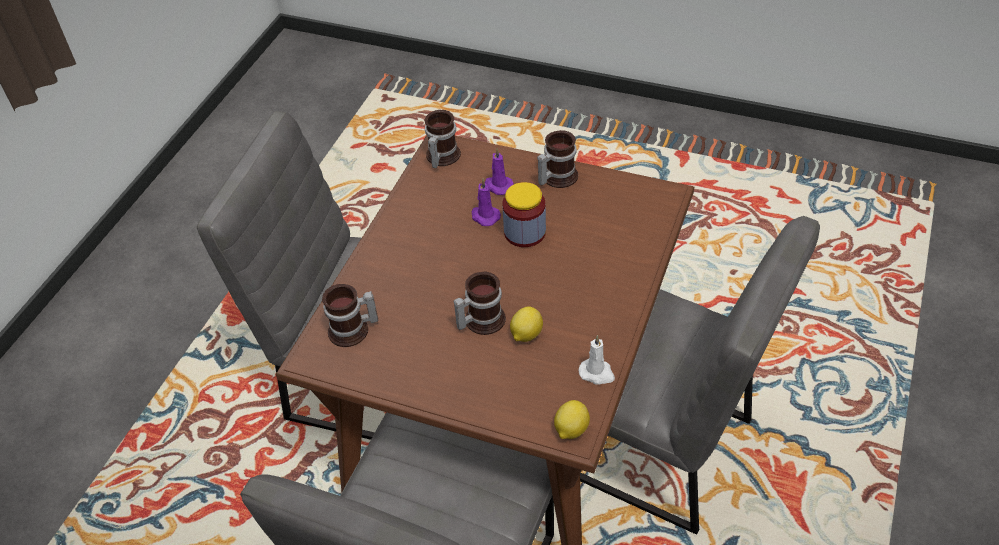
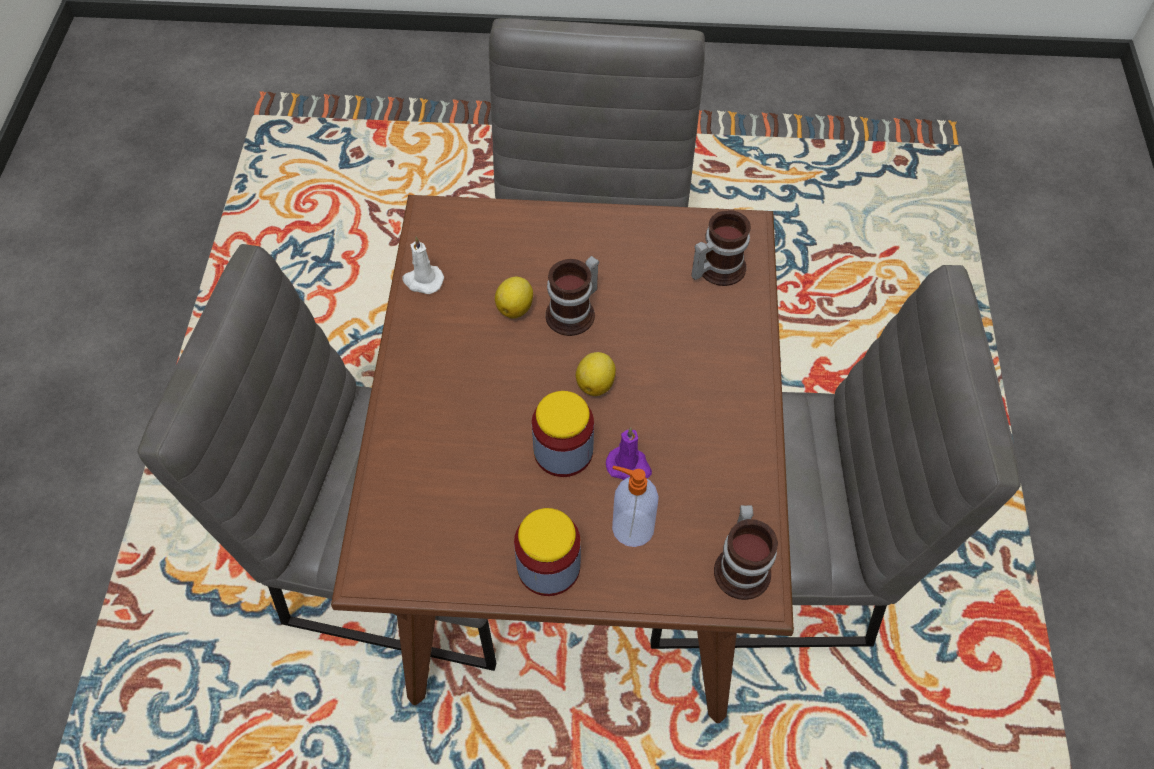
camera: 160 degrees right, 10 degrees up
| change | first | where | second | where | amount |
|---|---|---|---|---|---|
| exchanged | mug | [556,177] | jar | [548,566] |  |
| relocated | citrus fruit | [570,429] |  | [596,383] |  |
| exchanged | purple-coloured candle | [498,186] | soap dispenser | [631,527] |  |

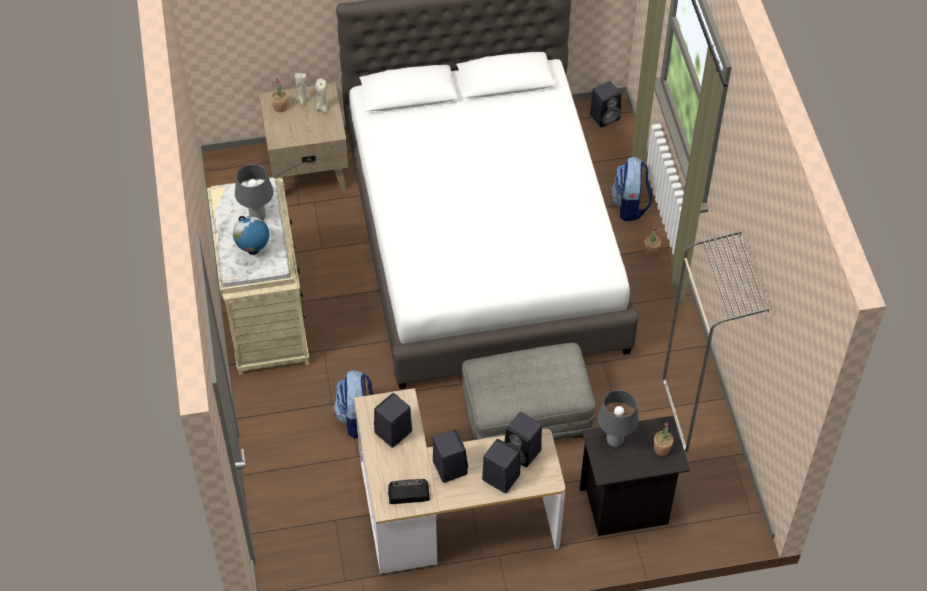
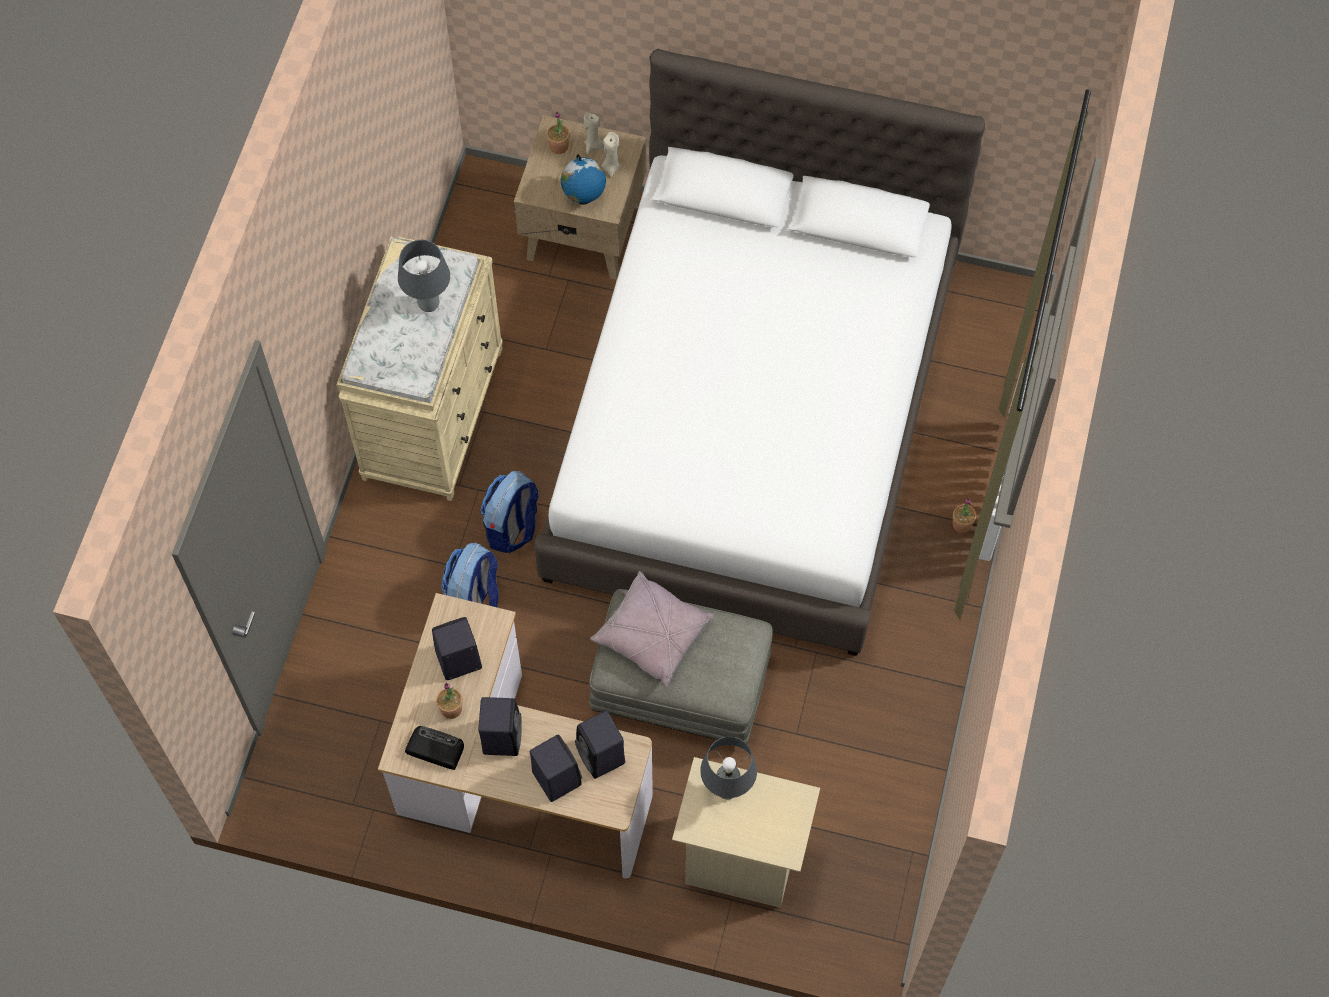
camera: 25 degrees right, 10 degrees up
| change | first | where | second | where | amount |
|---|---|---|---|---|---|
| relocated | potted plant | [661,449] |  | [451,709] |  |
| relocated | backpack | [630,206] |  | [512,528] |  |
| relocated | desk globe | [253,250] |  | [584,199] |  |
| appeared |  |  | purple-coloured cushion | [652,635] |  |
| colour | black-coloured bedside table | [626,506] | beige bedside table | [740,861] |  |
| missing | black-coloured speaker | [605,116] |  |  |  |
| missing | grey clothes rack | [698,413] |  |  |  |

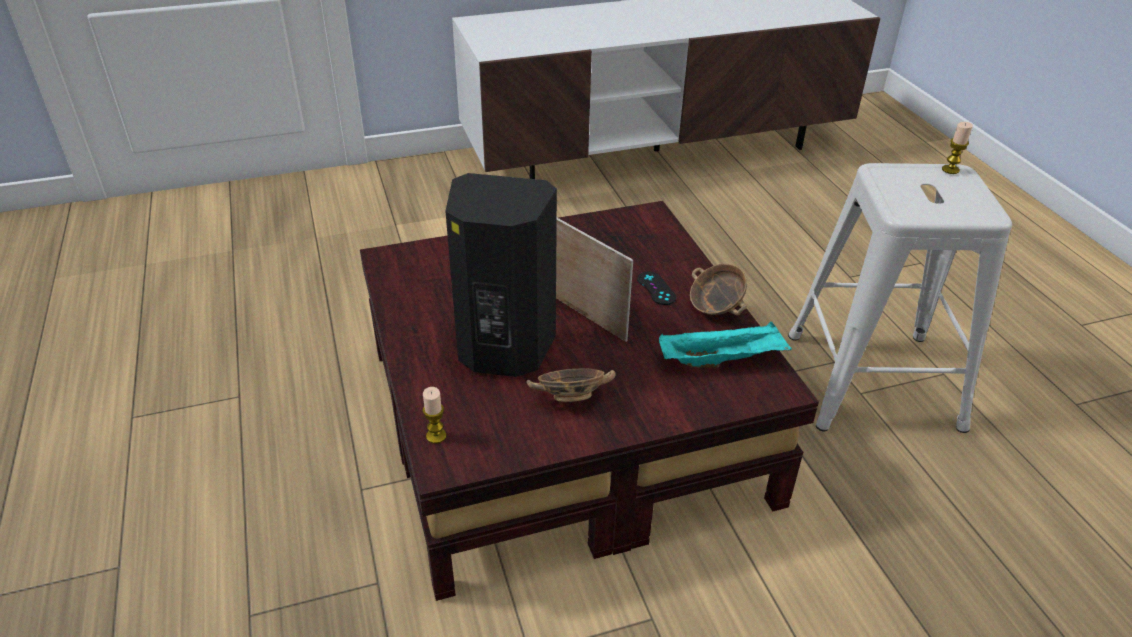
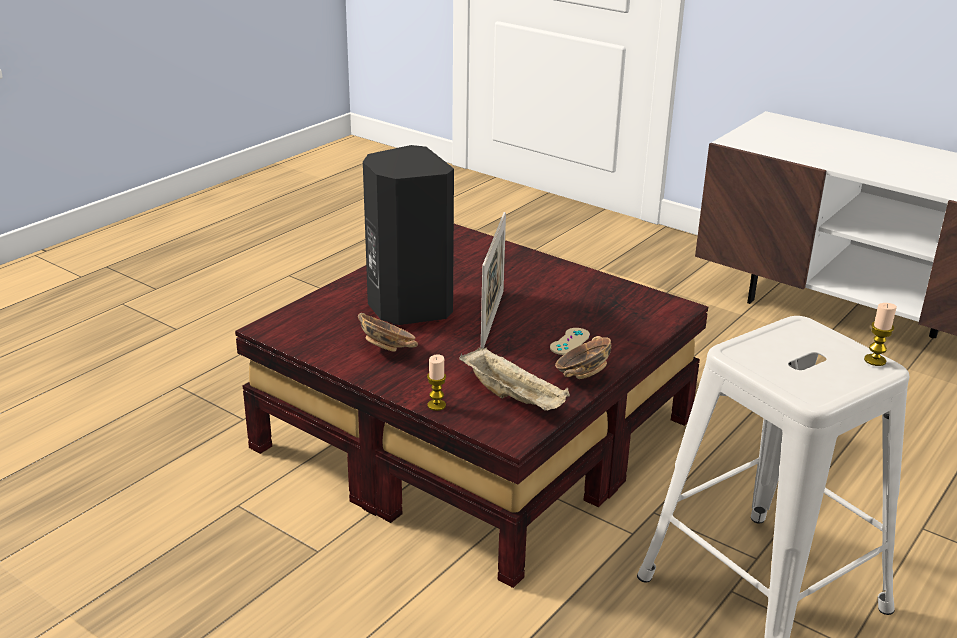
camera: 55 degrees right, 10 degrees down
| change | first | where | second | where | amount |
|---|---|---|---|---|---|
| relocated | candle | [436,436] |  | [436,405] |  |
| colour | turquoise-coloured carrying tray | [722,359] | beige carrying tray | [514,398] |  |
| colour | black-coloured gamepad | [656,288] | beige gamepad | [570,341] |  |

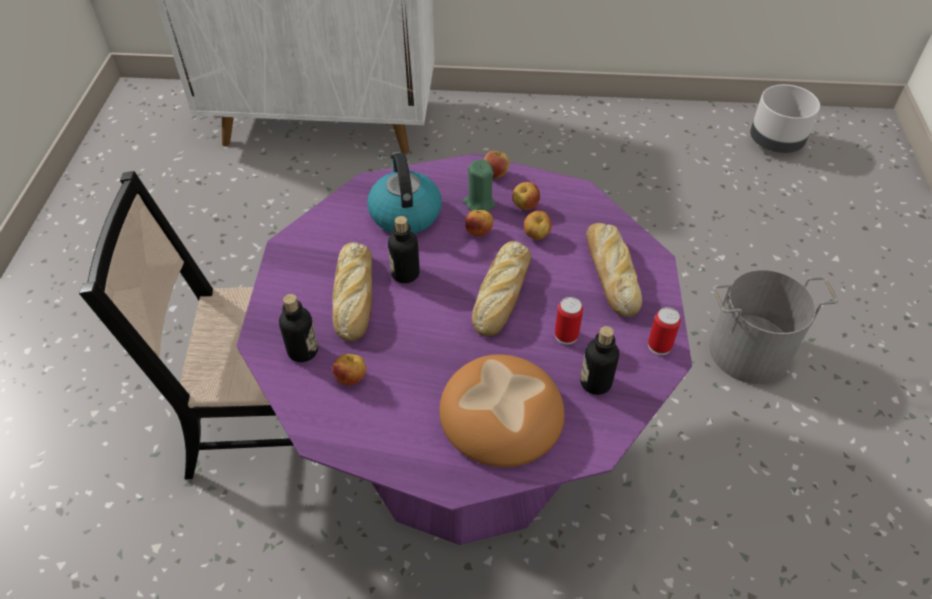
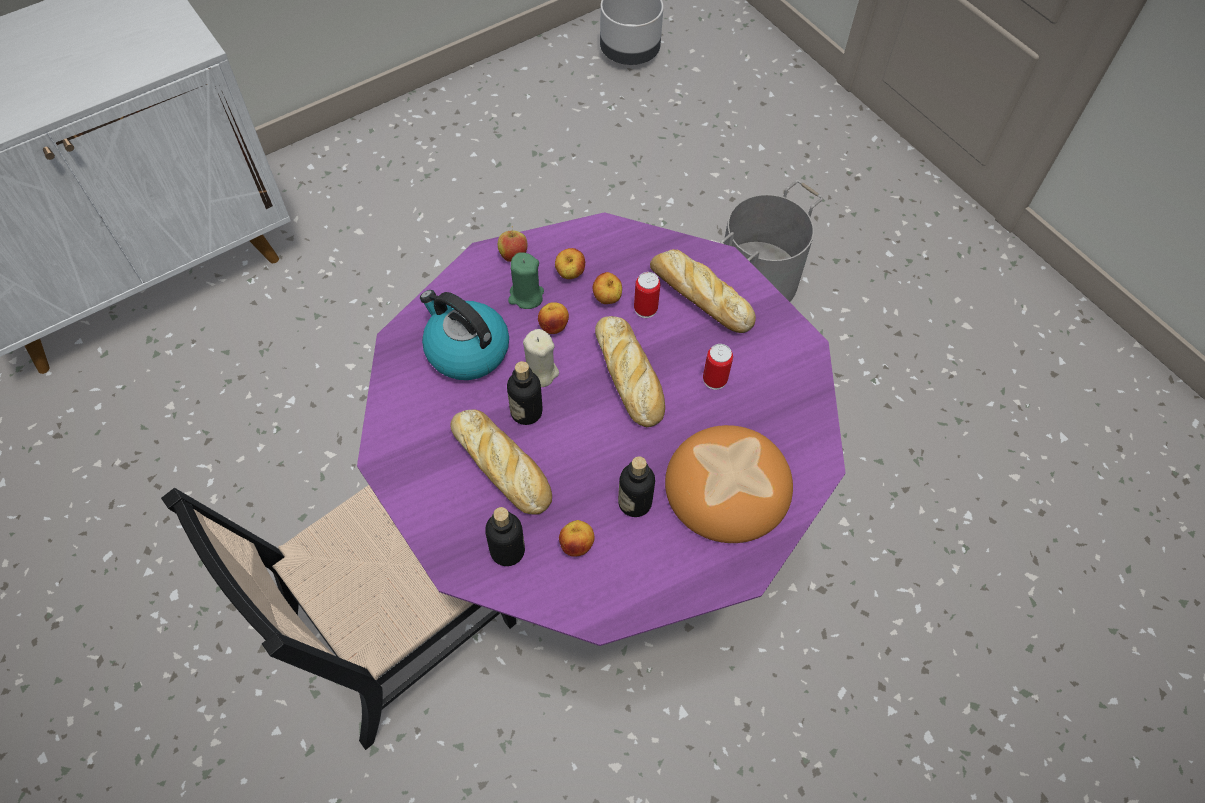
camera: 40 degrees left, 10 degrees up
| change | first | where | second | where | amount |
|---|---|---|---|---|---|
| appeared |  |  | beige candle | [539,372] |  |
| relocated | bottle | [595,382] |  | [635,502] |  |
| relocated | metal can | [659,345] |  | [645,309] |  |

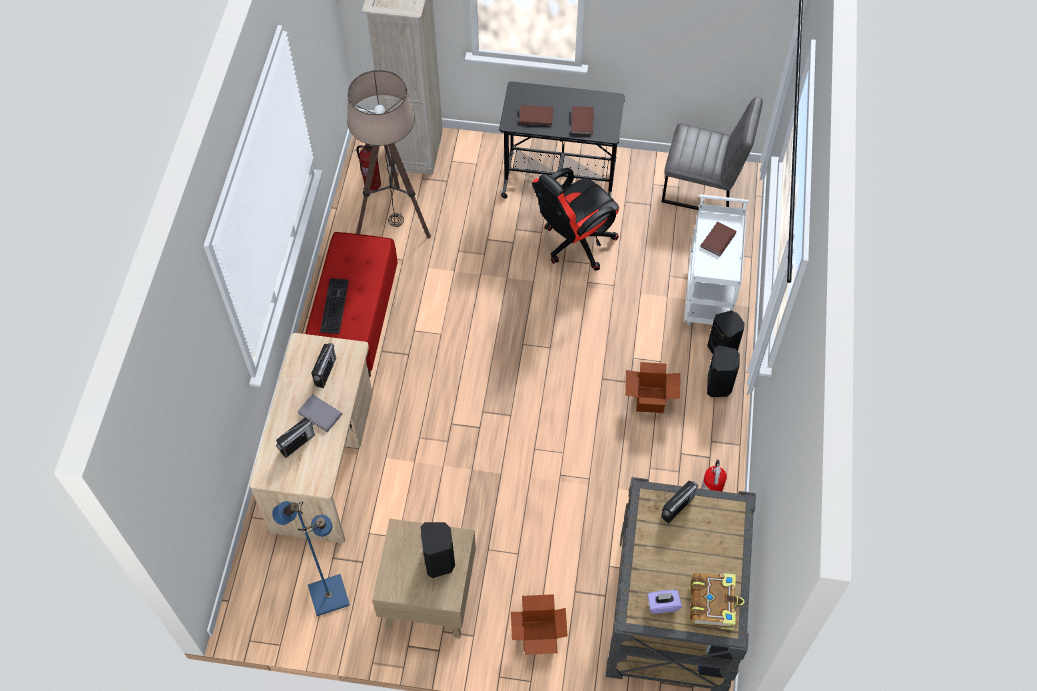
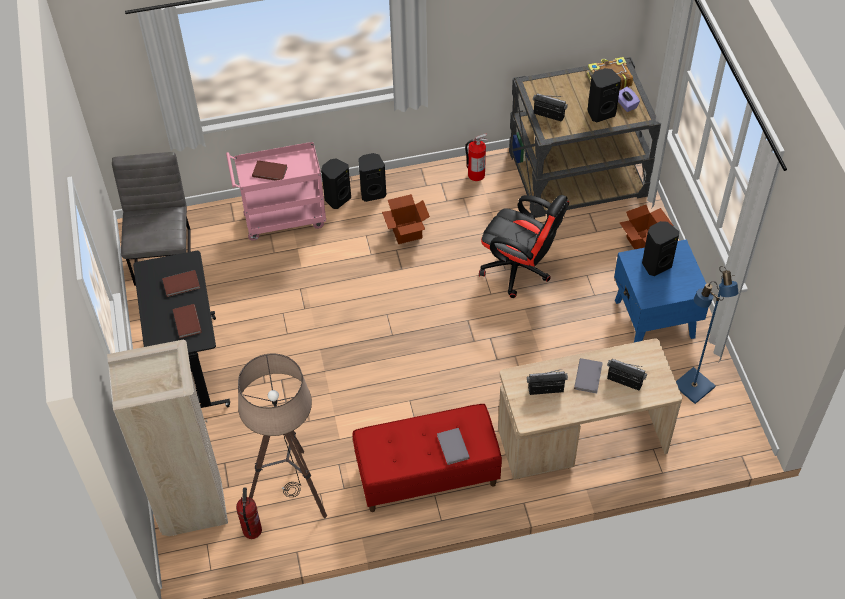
camera: 110 degrees left, 5 degrees down
| change | first | where | second | where | amount |
|---|---|---|---|---|---|
| colour | white-coloured cart | [707,294] | pink cart | [282,222] |  |
| exchanged | keyboard | [333,305] | grey book | [452,447] |  |
| relocated | black-coloured computer chair | [573,245] |  | [520,271] |  |
| appeared |  |  | black-coloured speaker | [600,112] |  |
| colour | beige bedside table | [428,596] | bluish bedside table | [654,319] |  |

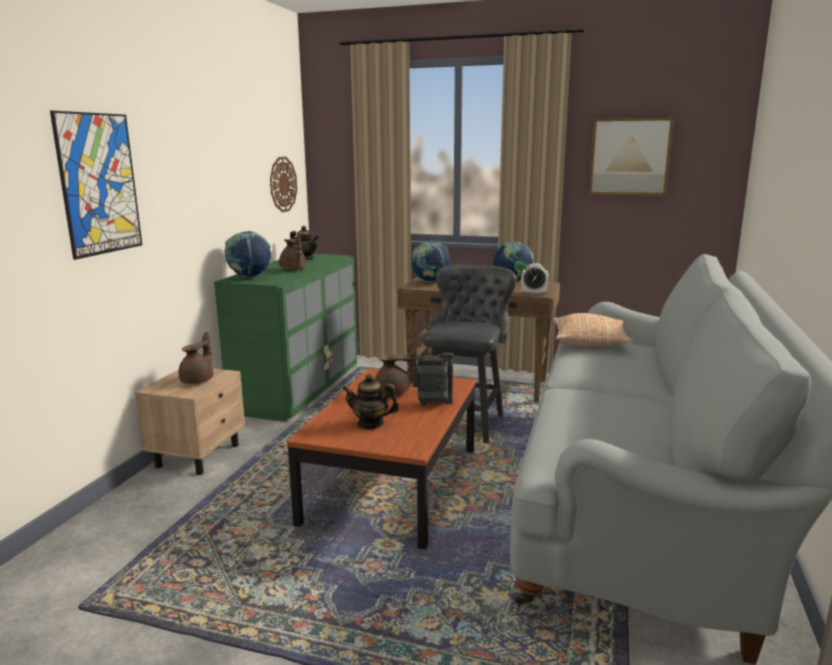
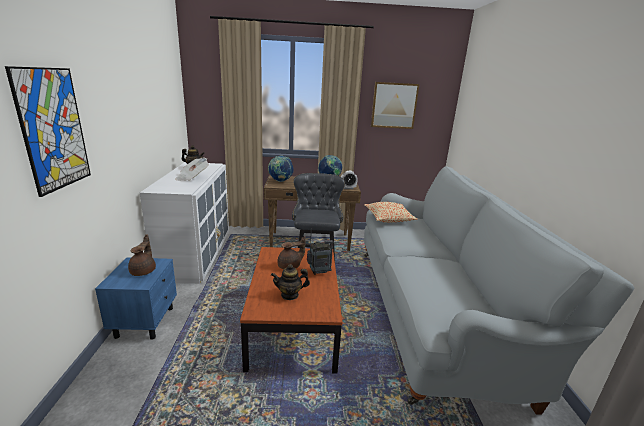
camera: 20 degrees left, 5 degrees up
| change | first | where | second | where | amount |
|---|---|---|---|---|---|
| colour | beige bedside table | [199,455] | bluish bedside table | [145,321] |  |
| colour | green-coloured cupboard | [299,387] | white-coloured cupboard | [197,254] |  |
| exchanged | brownish teapot | [293,269] | newspaper | [192,178] |  |
| missing | desk globe | [249,277] |  |  |  |
| missing | hanging clock | [283,184] |  |  |  |

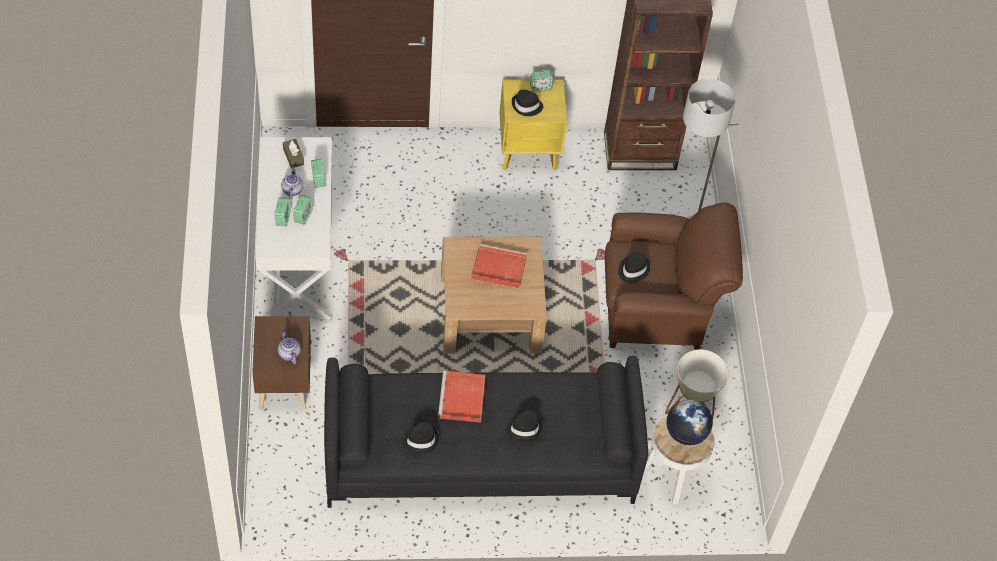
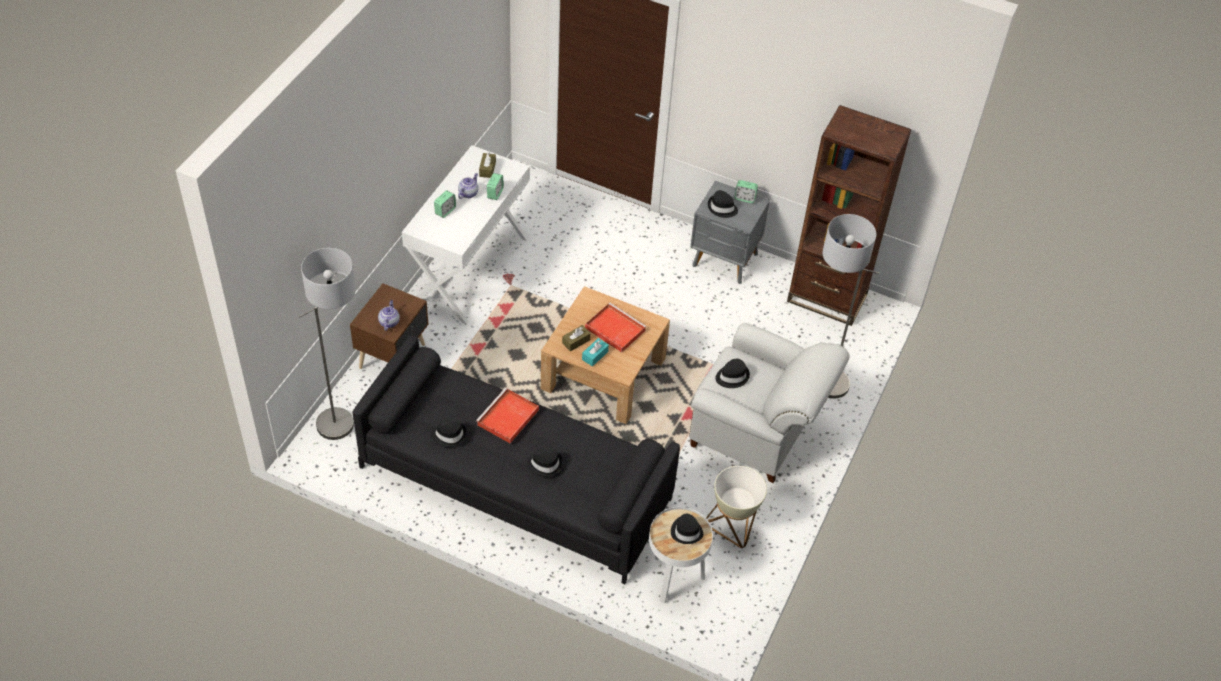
camera: 30 degrees right, 5 degrees down
| change | first | where | second | where | amount |
|---|---|---|---|---|---|
| appeared |  |  | grey standing lamp | [344,419] |  |
| appeared |  |  | brownish tissue holder | [576,341] |  |
| appeared |  |  | turquoise-coloured tissue holder | [595,355] |  |
| exchanged | desk globe | [686,433] | black-coloured wearable hat | [686,531] |  |
| colour | brownish lounge chair | [659,309] | white-coloured lounge chair | [757,433] |  |
| colour | yellow-coloured bedside table | [529,152] | grey bedside table | [725,261] |  |
| missing | alarm clock | [303,216] |  |  |  |

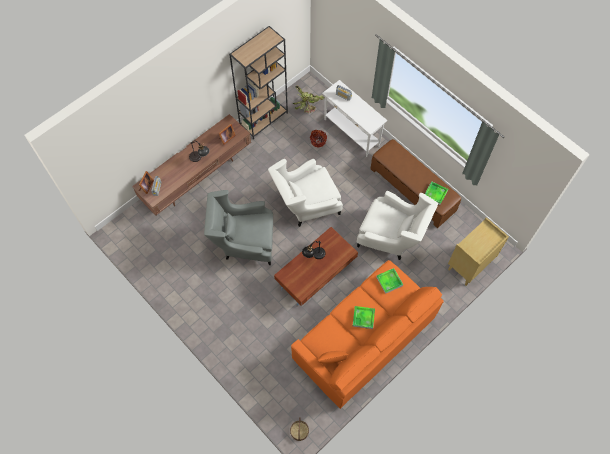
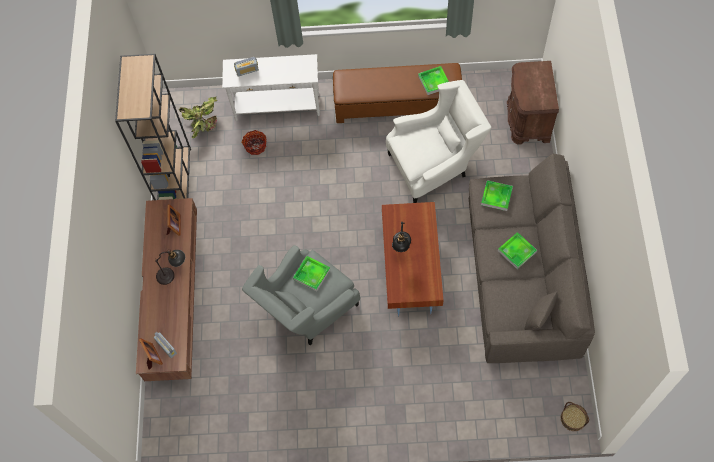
camera: 45 degrees left, 0 degrees up
| change | first | where | second | where | amount |
|---|---|---|---|---|---|
| appeared |  |  | carrying tray | [311,274] |  |
| colour | orangey couch | [364,338] | grey couch | [522,276] |  |
| exchanged | beige cupboard | [469,265] | brownish bedside table | [526,120] |  |
| missing | white-coloured lounge chair | [306,206] |  |  |  |

